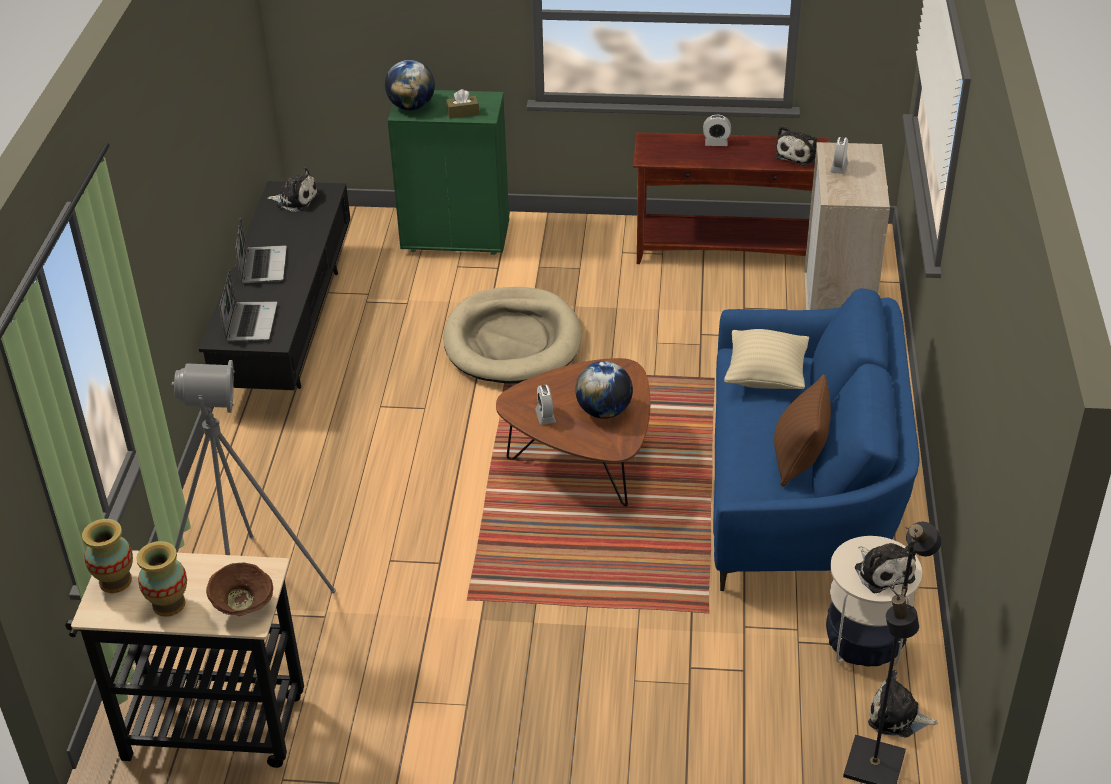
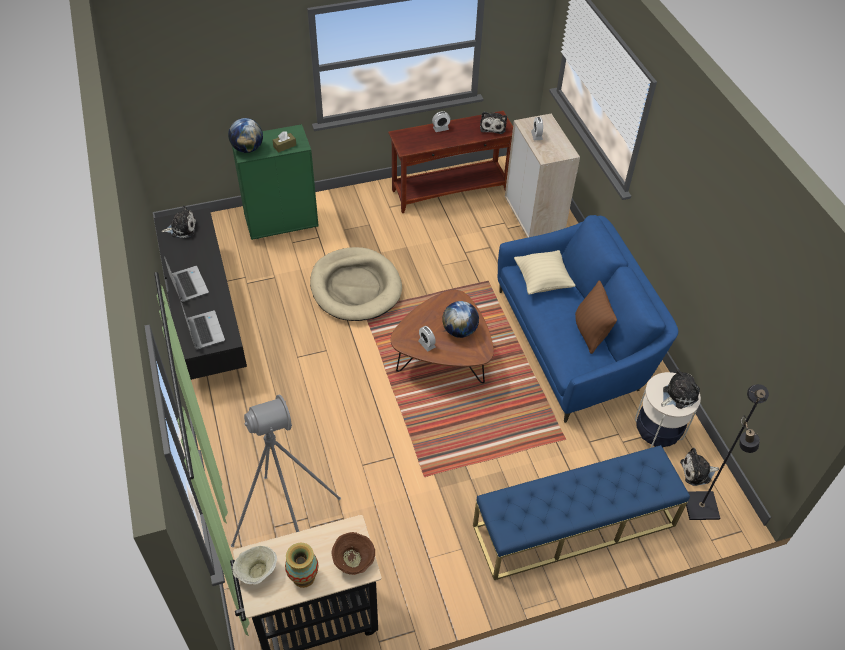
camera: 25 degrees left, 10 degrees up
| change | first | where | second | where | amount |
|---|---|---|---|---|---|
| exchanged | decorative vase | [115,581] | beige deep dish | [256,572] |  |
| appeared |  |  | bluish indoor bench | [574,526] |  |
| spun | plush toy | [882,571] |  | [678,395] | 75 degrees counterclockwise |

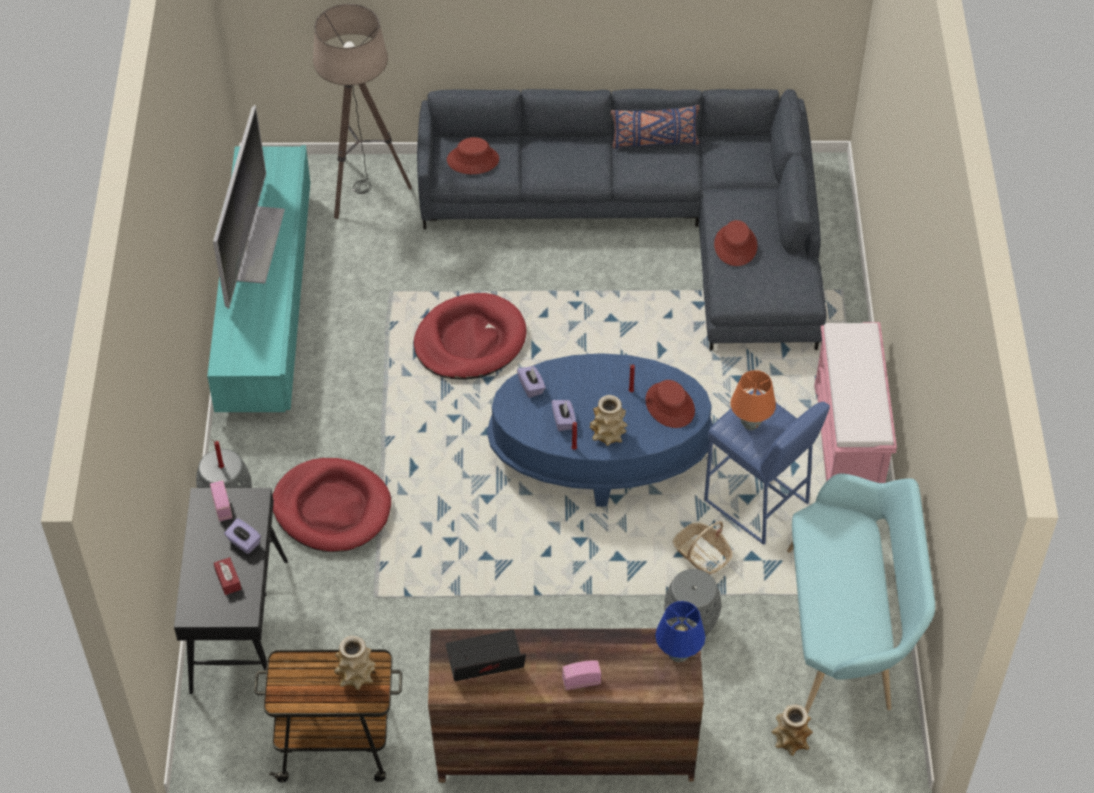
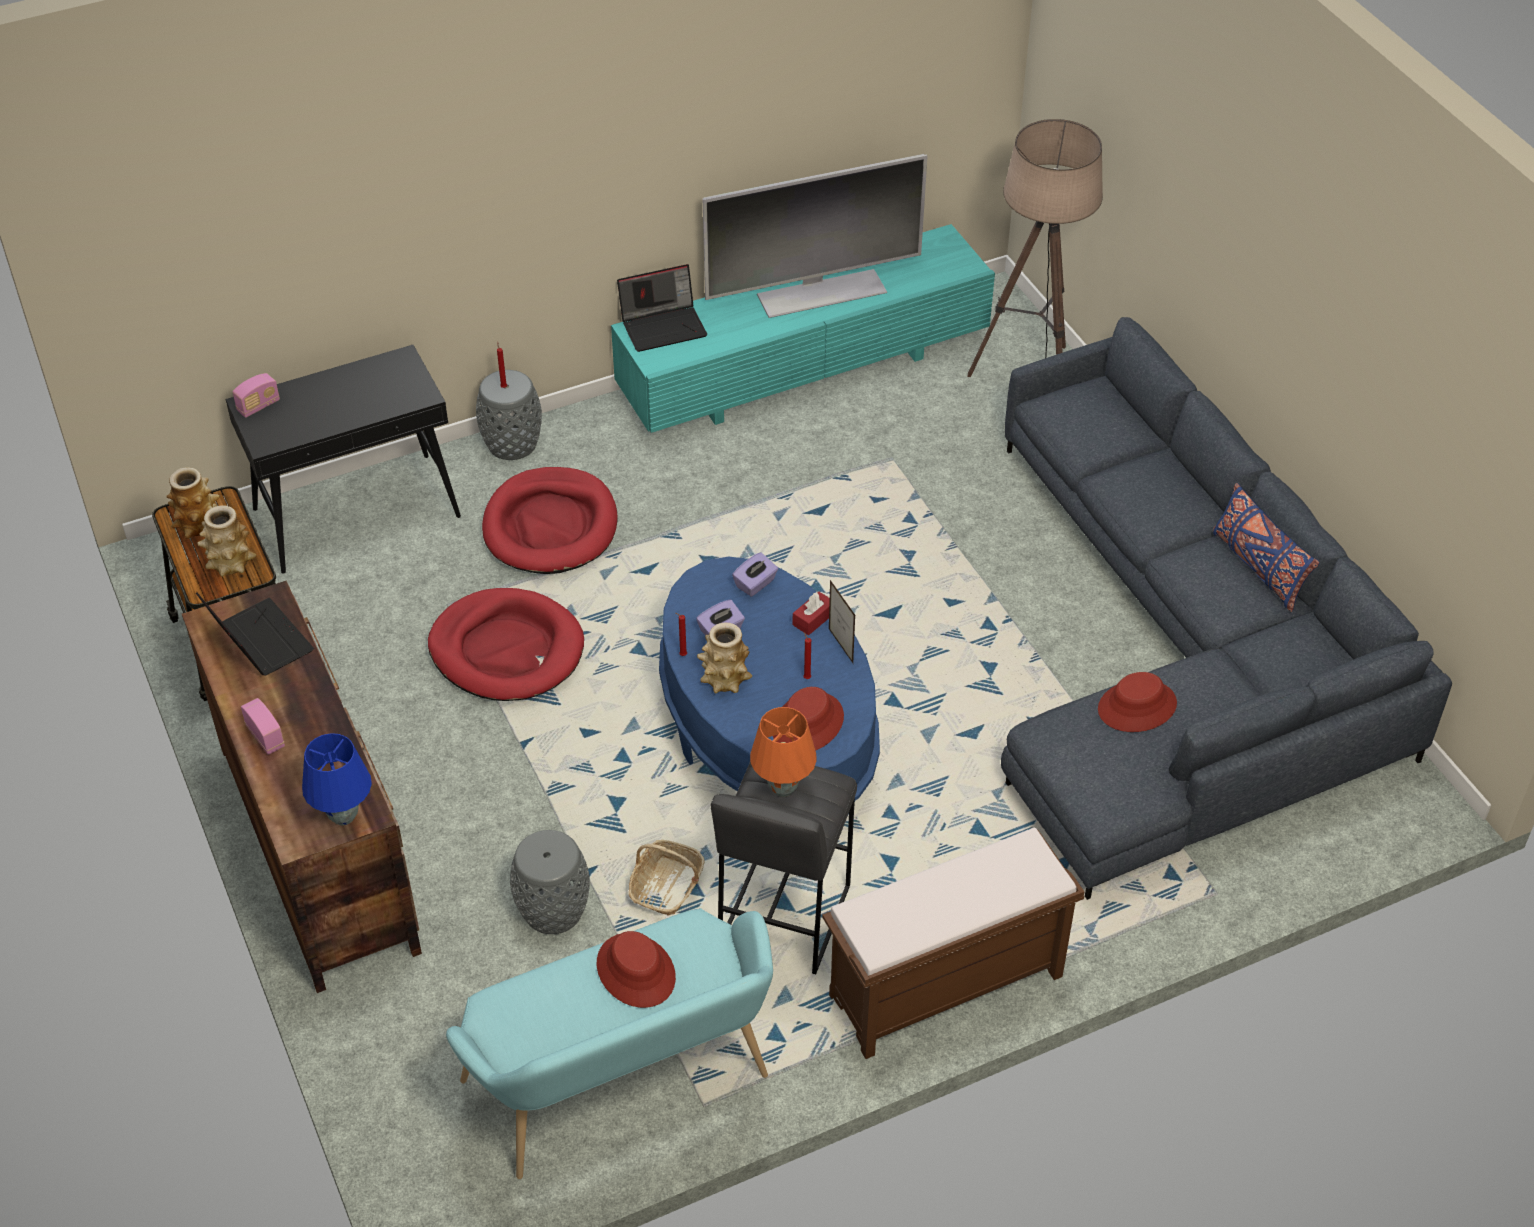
camera: 65 degrees right, 5 degrees down
| change | first | where | second | where | amount |
|---|---|---|---|---|---|
| relocated | decorative vase | [790,739] |  | [199,524] |  |
| relocated | radio set | [222,507] |  | [258,406] |  |
| relocated | reddish dog cushion | [470,341] |  | [507,650] |  |
| relocated | reddish wearable hat | [473,160] |  | [636,971] |  |
| appeared |  |  | notebook computer | [664,326] |  |
| colour | bluish stool seat | [757,503] | grey stool seat | [783,918] |  |
| relocated | reddish tissue holder | [228,580] |  | [813,619] |  |
| colour | pink indoor bench | [848,444] | brownish indoor bench | [944,988] |  |
| appeared |  |  | picture frame | [840,646] |  |
| missing | purple-coloured tissue holder | [243,543] |  |  |  |

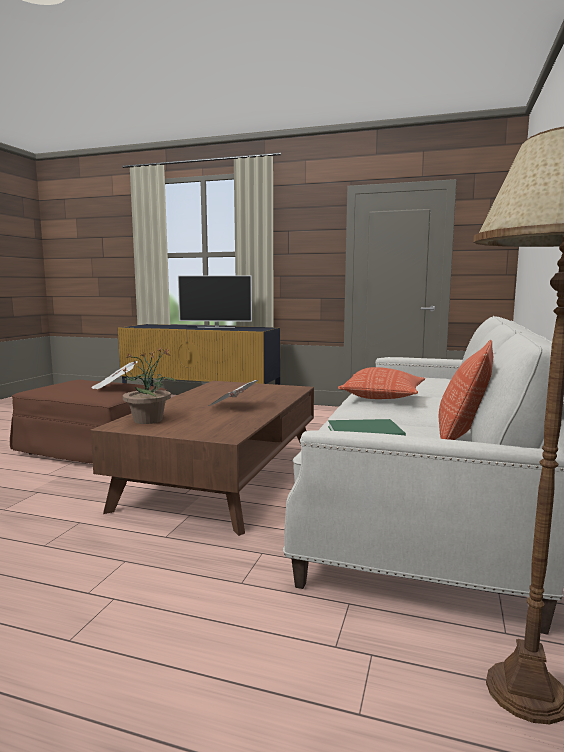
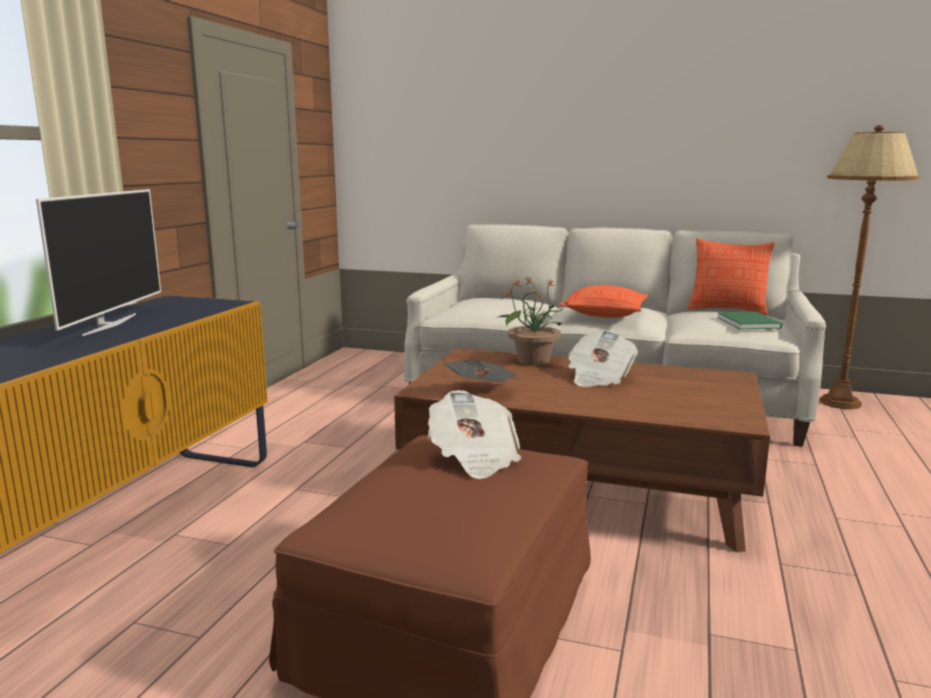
camera: 90 degrees left, 5 degrees up
| change | first | where | second | where | amount |
|---|---|---|---|---|---|
| appeared |  |  | newspaper | [481,391] |  |
| relocated | potted plant | [149,420] |  | [532,360] |  |

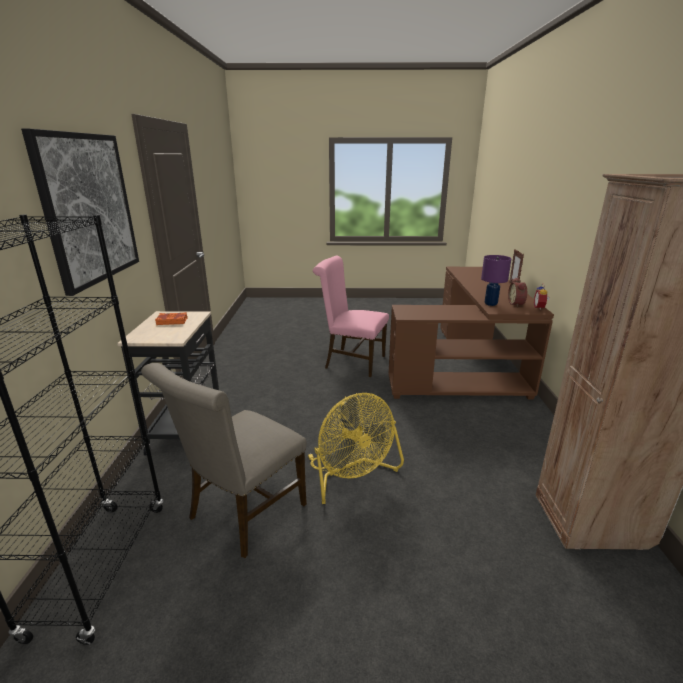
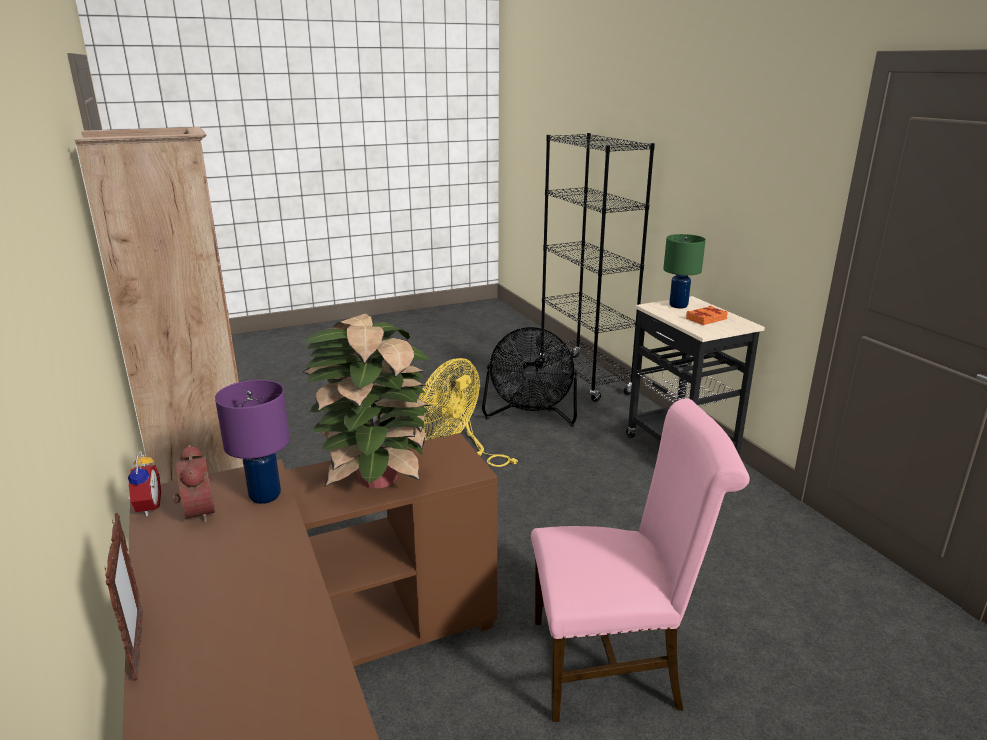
camera: 155 degrees right, 0 degrees up
| change | first | where | second | where | amount |
|---|---|---|---|---|---|
| appeared |  |  | potted plant | [375,476] |  |
| exchanged | beige upright chair | [242,515] | black-coloured fan | [528,414] |  |
| appeared |  |  | green-coloured table lamp | [679,306] |  |
| missing | wall art | [89,209] |  |  |  |

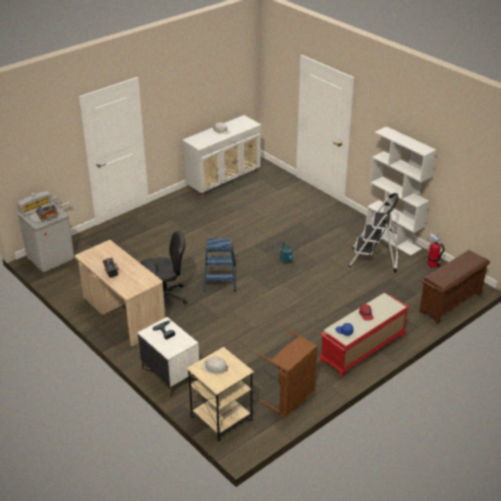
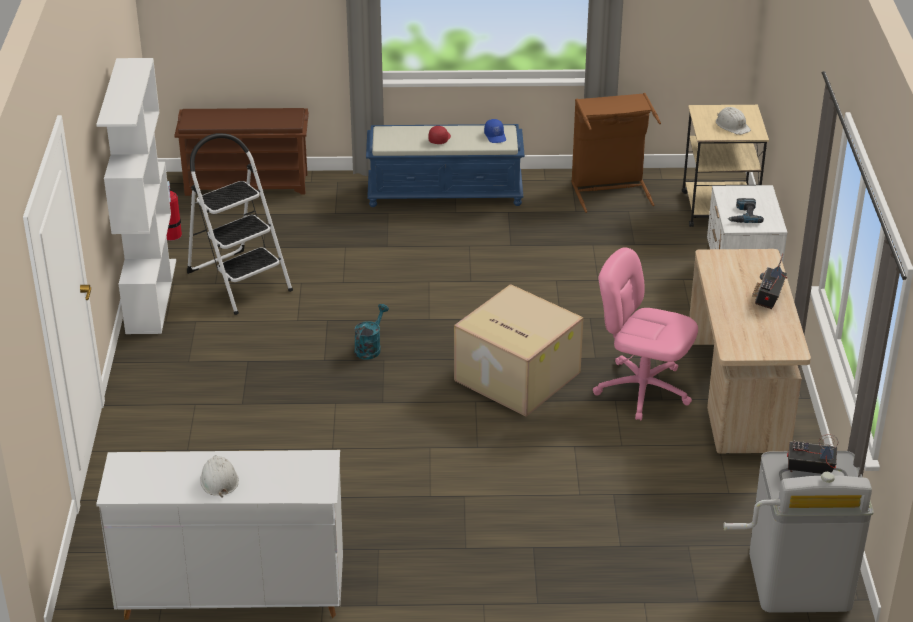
camera: 140 degrees left, 0 degrees up
| change | first | where | second | where | amount |
|---|---|---|---|---|---|
| colour | reddish indoor bench | [362,349] | bluish indoor bench | [446,193] |  |
| exchanged | bluish step stool | [220,278] | packing box | [515,376] |  |
| colour | black-coloured computer chair | [165,297] | pink computer chair | [642,389] |  |

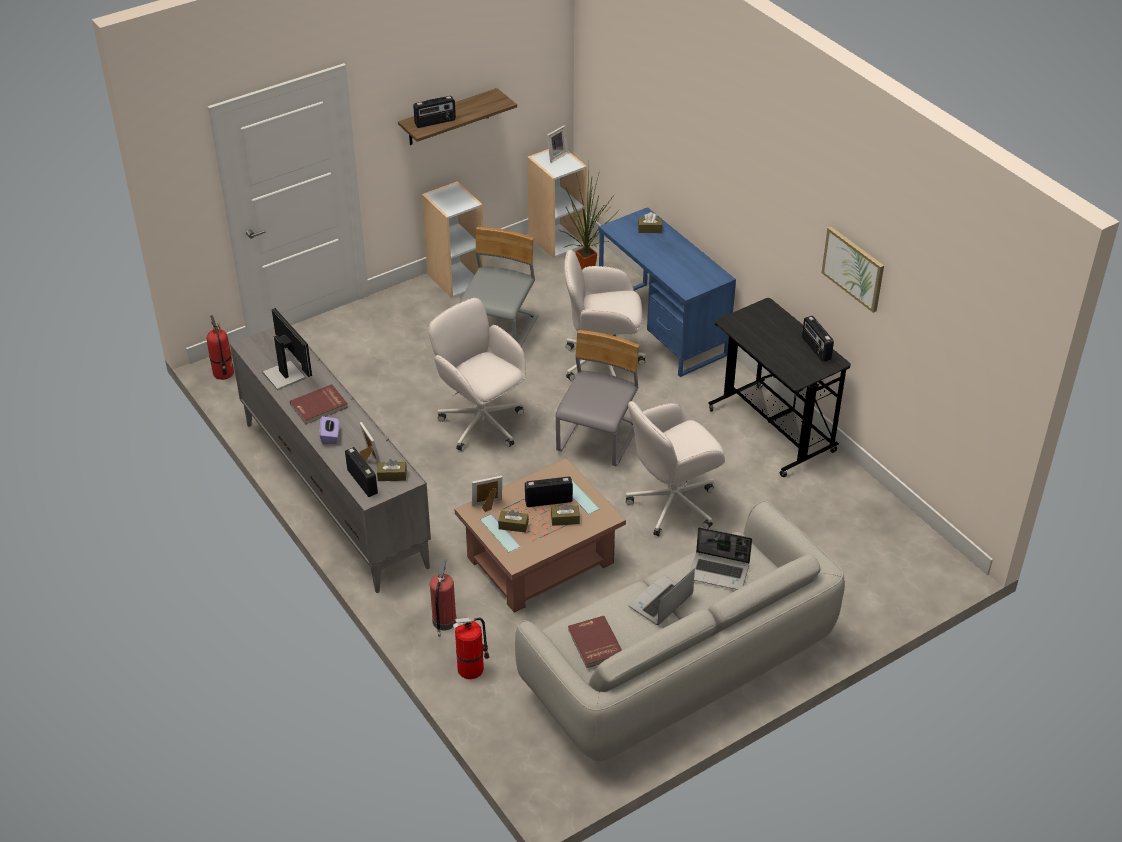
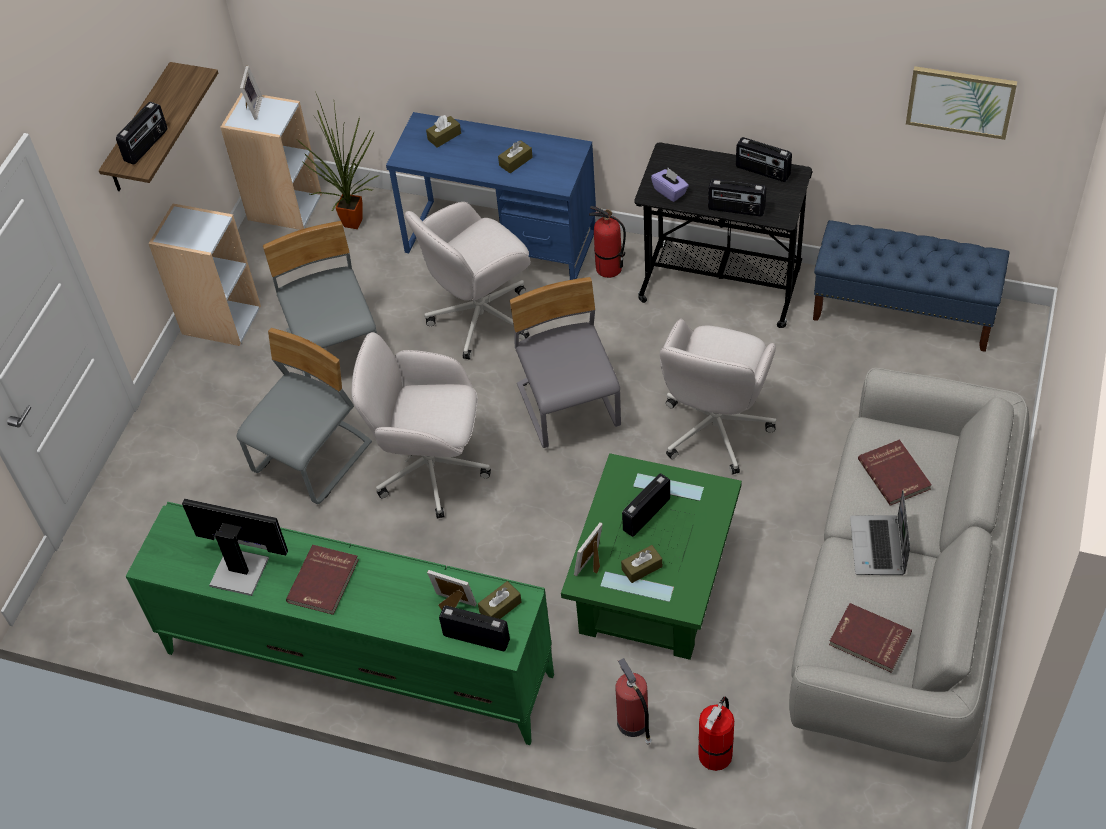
camera: 35 degrees left, 10 degrees up
| change | first | where | second | where | amount |
|---|---|---|---|---|---|
| colour | grey cupboard | [333,493] | green-coloured cupboard | [356,664] |  |
| appeared |  |  | grey upright chair | [313,459] |  |
| relocated | brownish tissue holder | [565,519] |  | [515,161] |  |
| colour | brownish low table | [540,560] | green-coloured low table | [654,582] |  |
| relocated | extinguisher | [223,373] |  | [608,269] |  |
| relocated | purple-coloured tissue holder | [330,436] |  | [670,191] |  |
| appeared |  |  | radio set | [736,209] |  |
| appeared |  |  | bluish indoor bench | [904,312] |  |
| exchanged | notebook computer | [719,572] | reddish book | [895,474] |  |
| relocated | wall art | [853,268] |  | [960,101] |  |

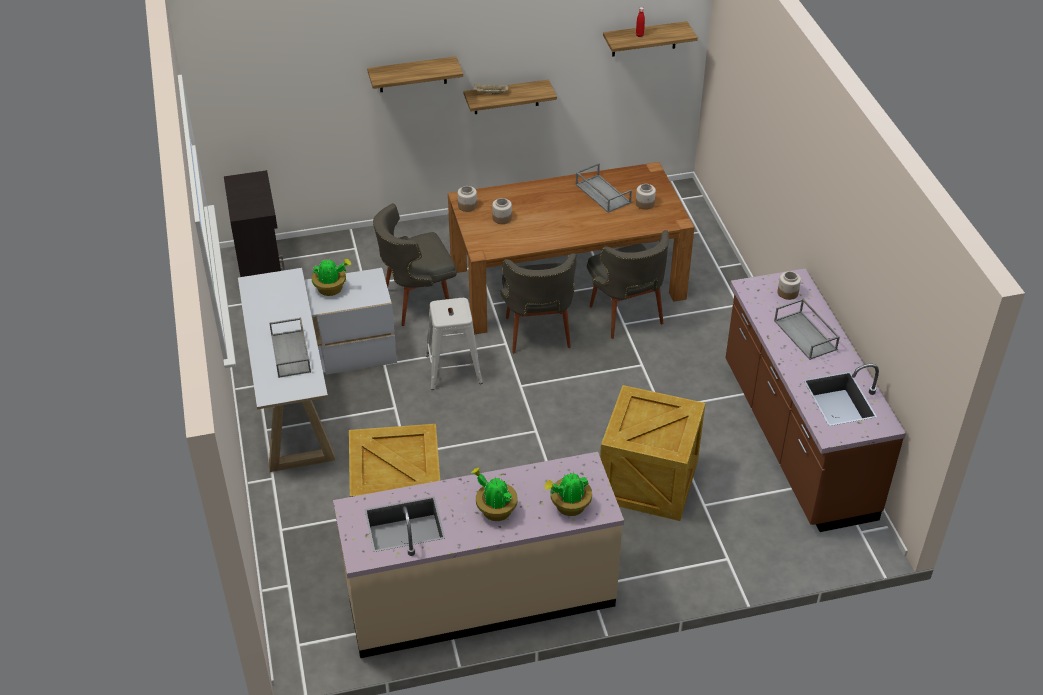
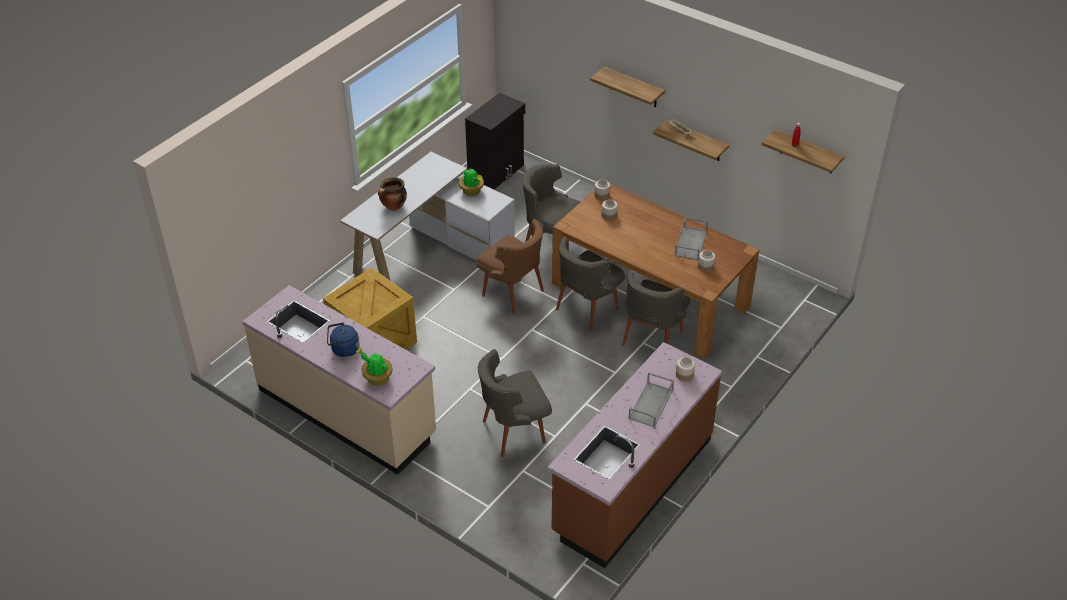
camera: 50 degrees right, 0 degrees up
| change | first | where | second | where | amount |
|---|---|---|---|---|---|
| exchanged | potted plant | [495,510] | bluish tea kettle | [343,350] |  |
| exchanged | grey carrying tray | [291,354] | cooking pot | [393,207] |  |
| exchanged | white-coloured stool seat | [453,369] | brownish upright chair | [512,293] |  |
| exchanged | packing crate | [646,481] | grey upright chair | [514,432] |  |

